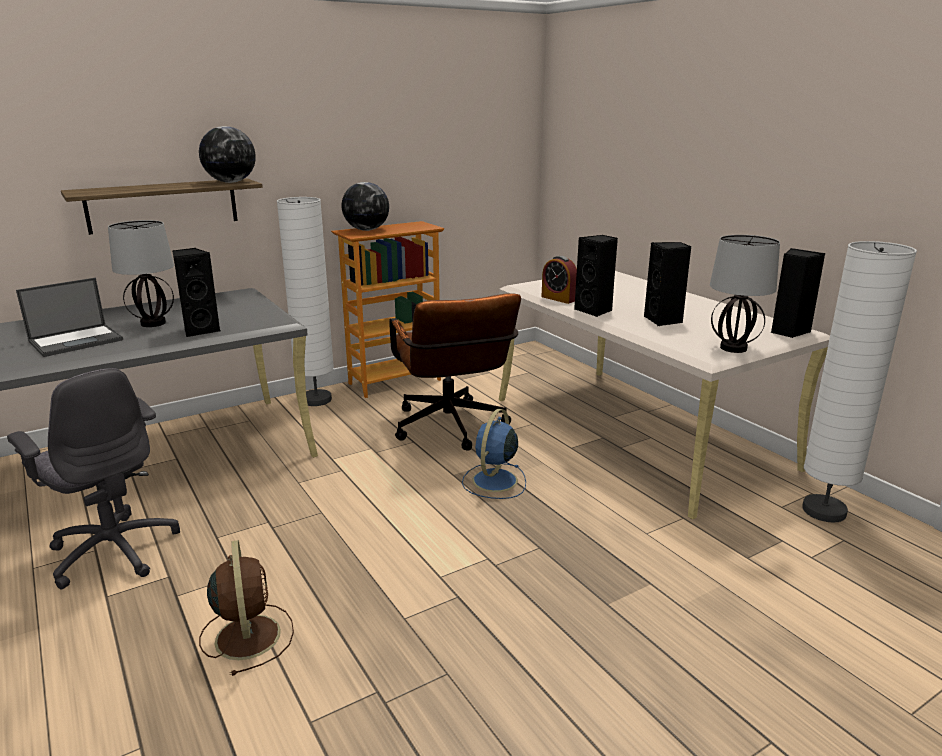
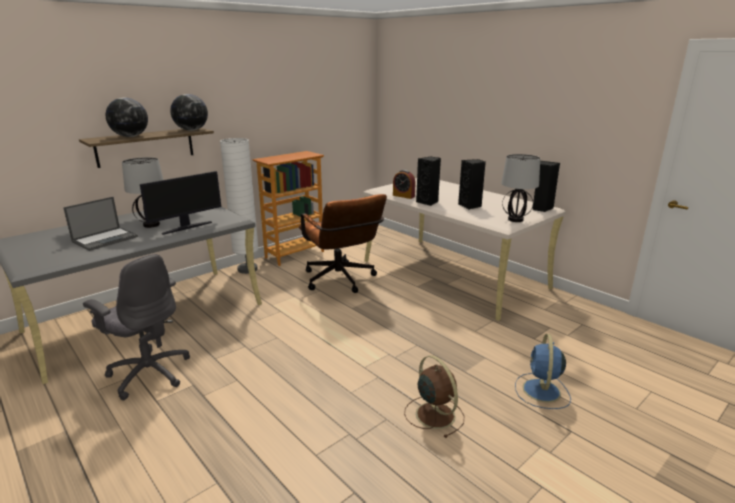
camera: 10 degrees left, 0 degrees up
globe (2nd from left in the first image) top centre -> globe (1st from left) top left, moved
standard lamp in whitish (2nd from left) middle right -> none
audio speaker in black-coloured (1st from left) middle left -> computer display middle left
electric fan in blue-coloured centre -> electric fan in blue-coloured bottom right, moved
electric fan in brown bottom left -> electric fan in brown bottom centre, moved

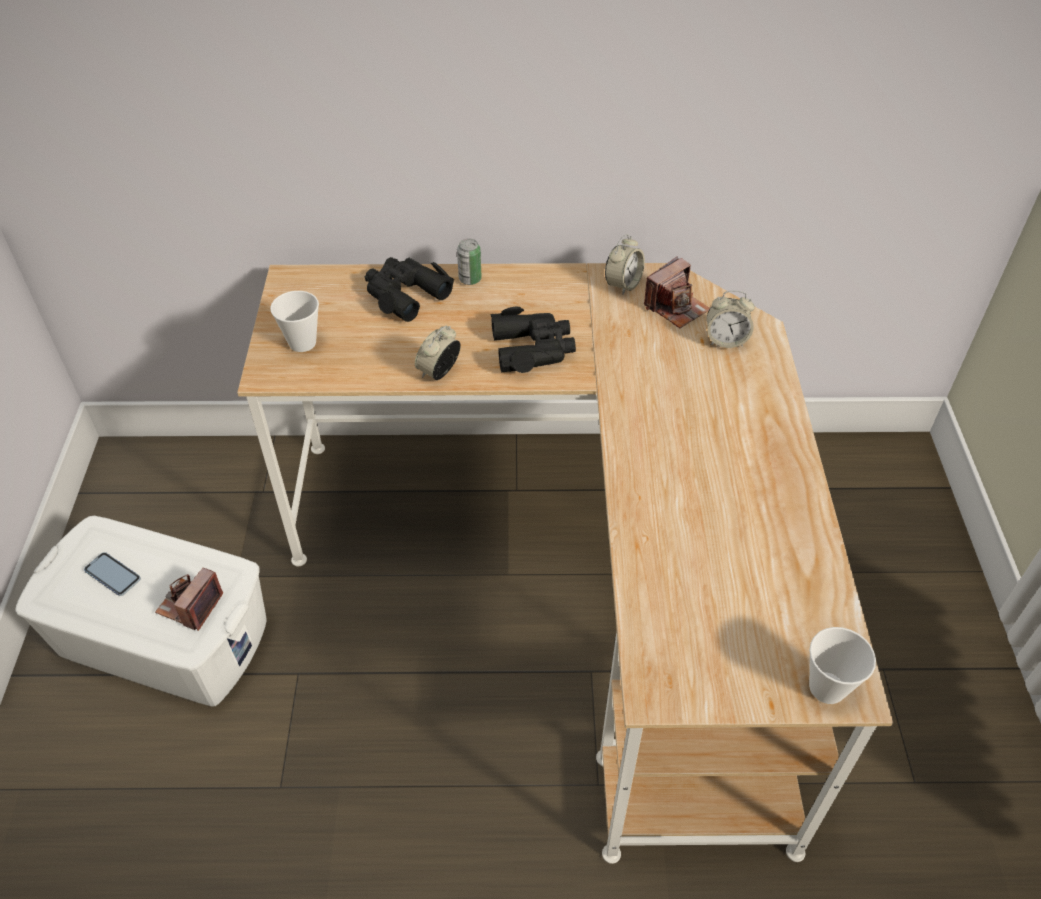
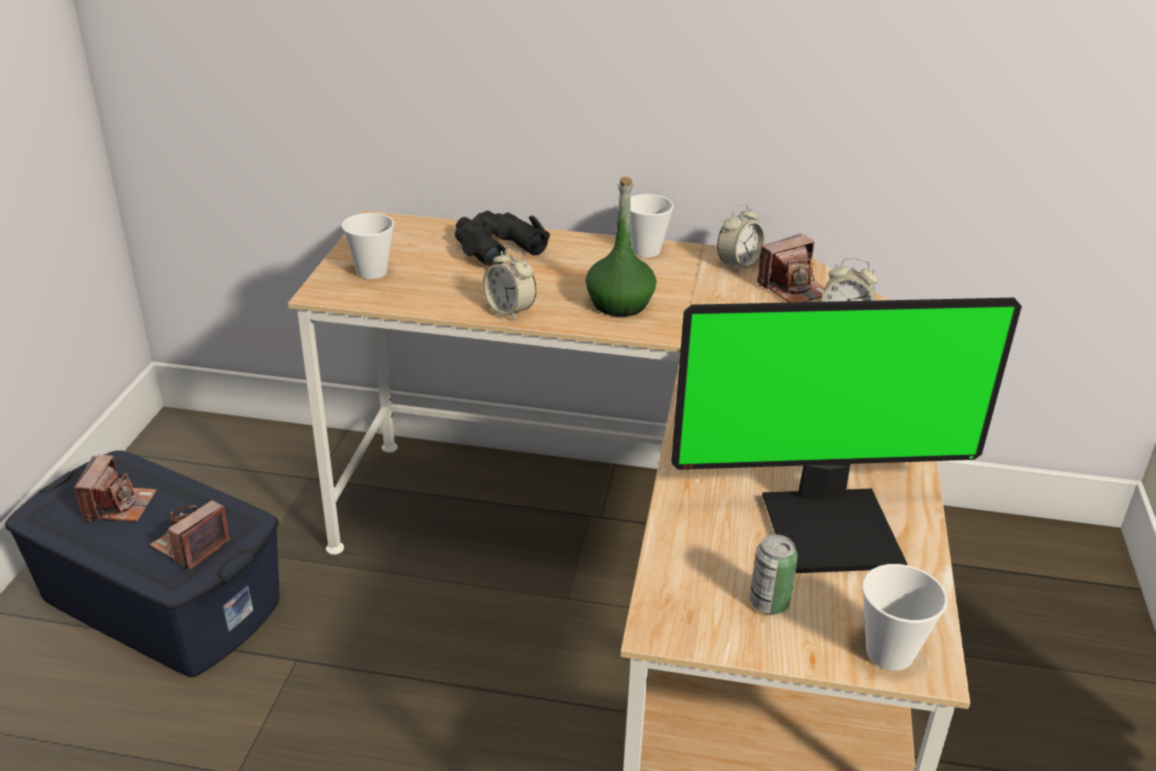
camera: 10 degrees right, 15 degrees down
can top centre -> can bottom right, moved
pair of binoculars in black-coloured (2nd from left) centre -> drink bottle in green-coloured top centre
bedside clock (1st from left) centre, 90 degrees counterclockwise
storage box in whitish bottom left -> storage box in blue-coloured bottom left
telephone middle left -> still camera (1st from left) middle left
none -> small cup (2nd from left) top centre
none -> computer display middle right

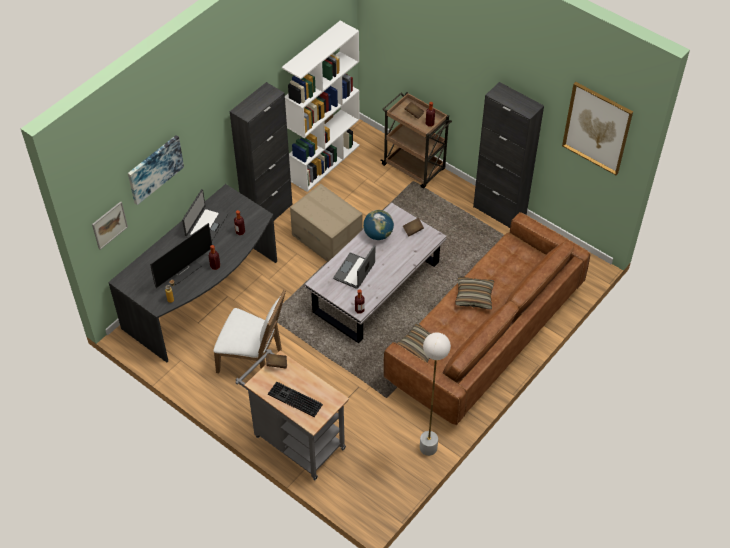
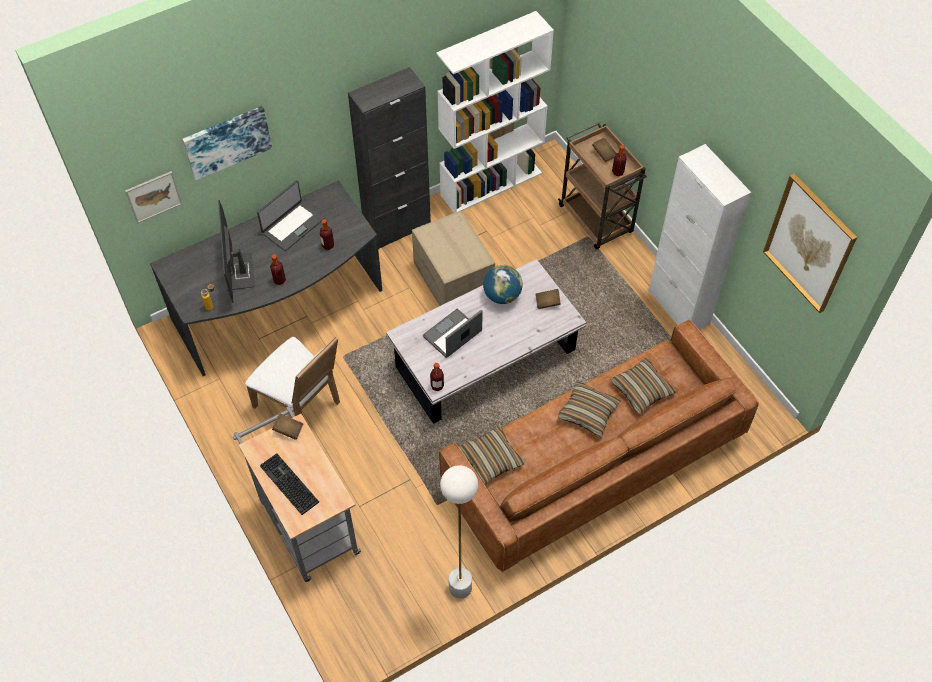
camera: 20 degrees right, 5 degrees up
cabinet in black-coloured (2nd from left) top right -> cabinet in whitish middle right
computer display middle left, 105 degrees clockwise
none -> pillow (3rd from left) middle right

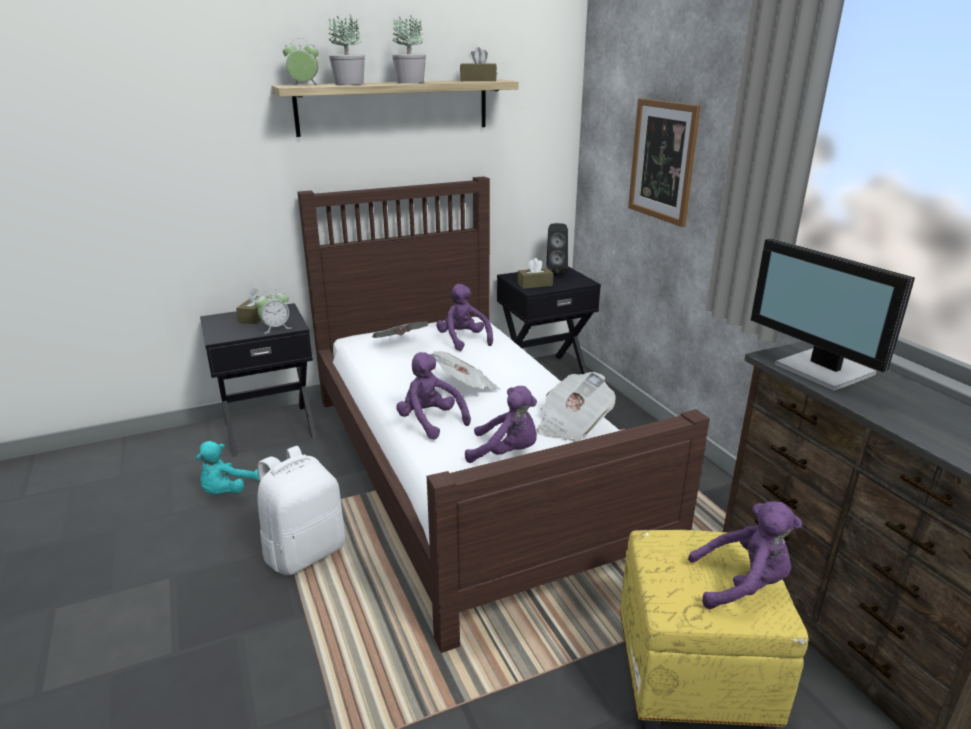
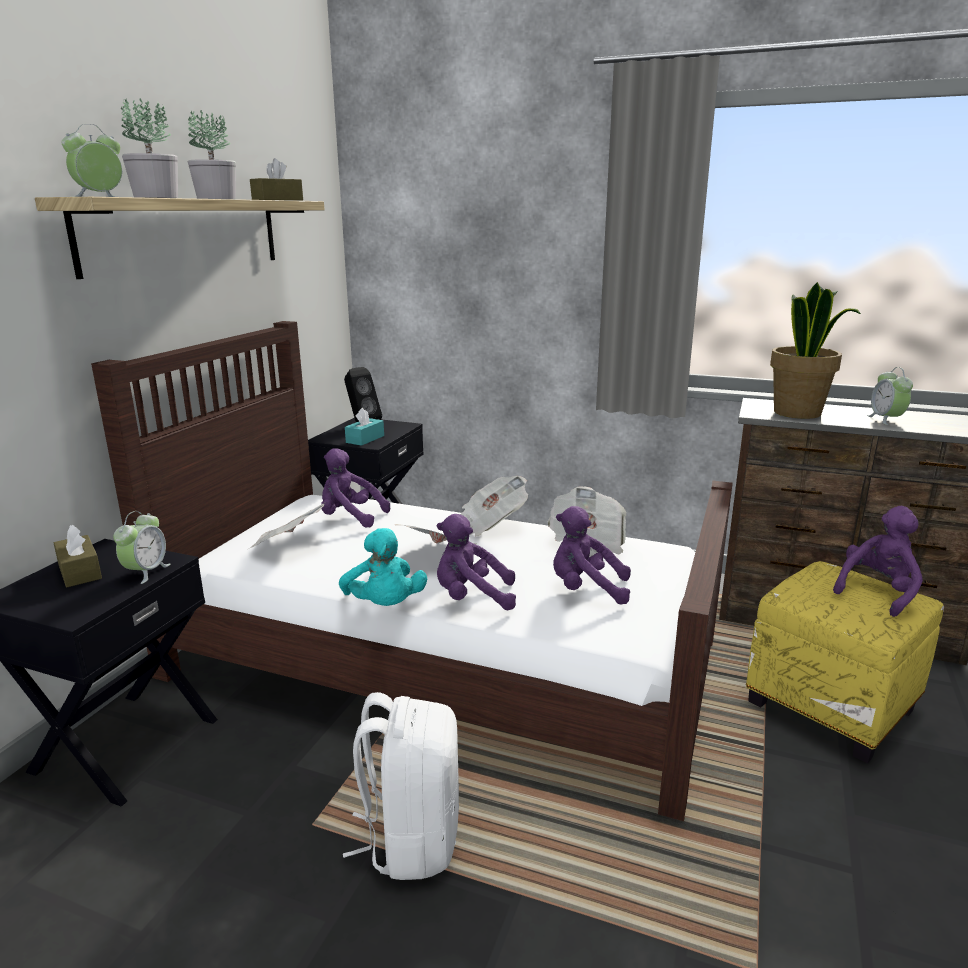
camera: 45 degrees left, 5 degrees down
wall picture top right -> none
computer display middle right -> plant in a pot (3rd from left) middle right
tissue box in brown (3rd from left) centre -> tissue box in turquoise centre
soft toy in purple (3rd from left) centre, 135 degrees counterclockwise
soft toy in turquoise middle left -> soft toy in turquoise centre, moved
none -> bedside clock (3rd from left) middle right
none -> printed paper (3rd from left) centre

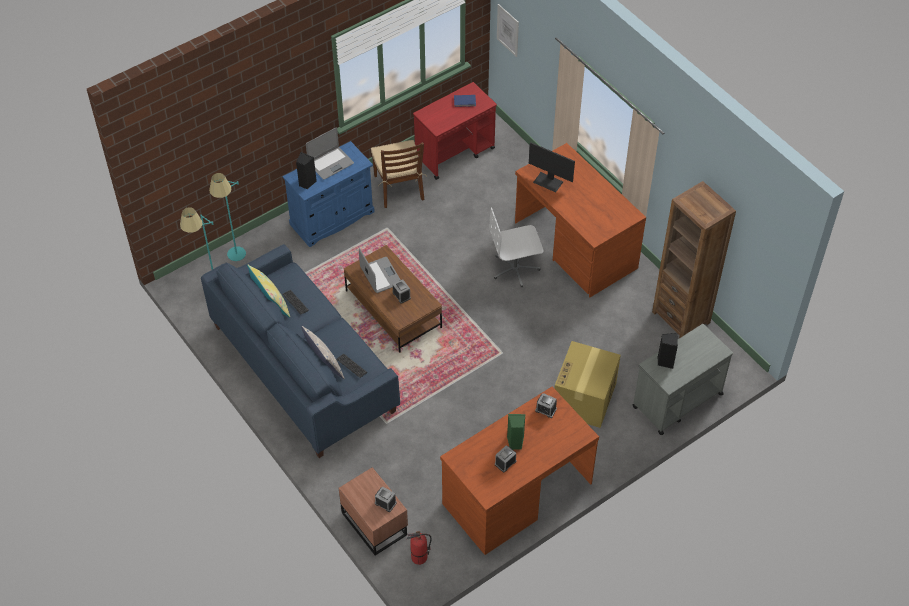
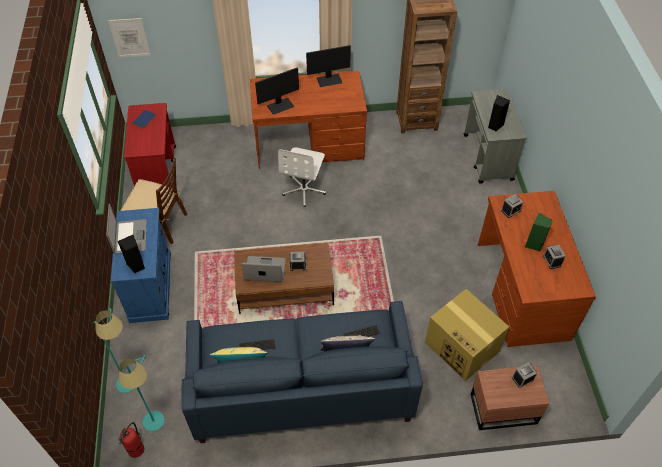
camera: 60 degrees left, 0 degrees up
packing box centre -> packing box bottom right, moved
extinguisher bottom centre -> extinguisher bottom left, moved
none -> computer display (2nd from left) top centre

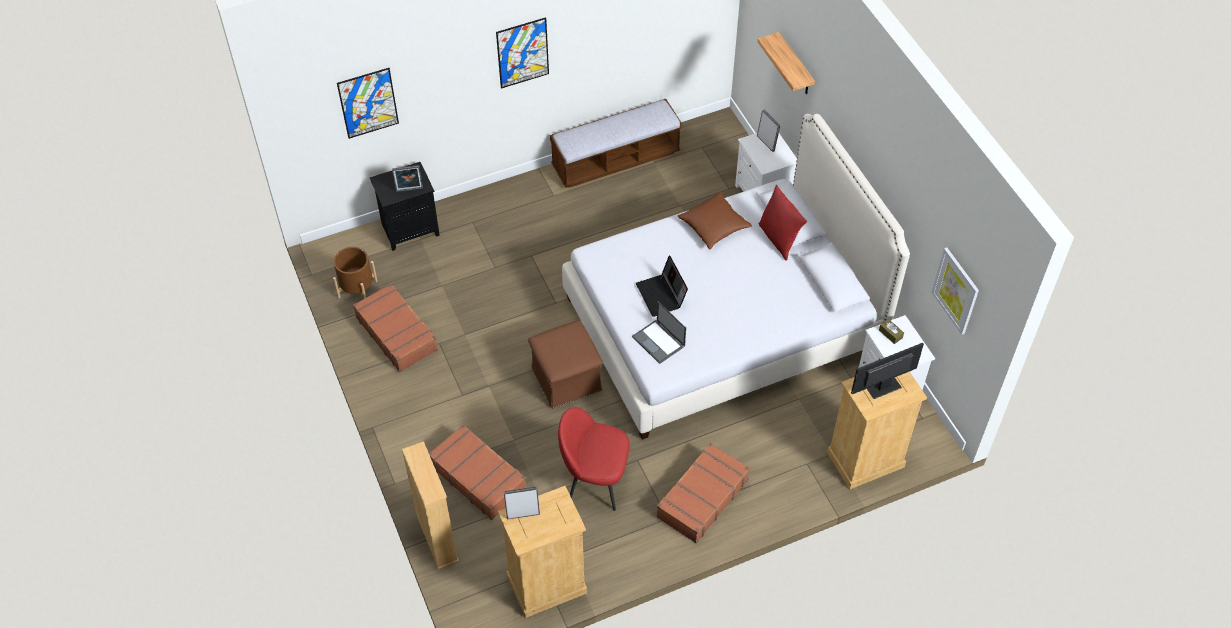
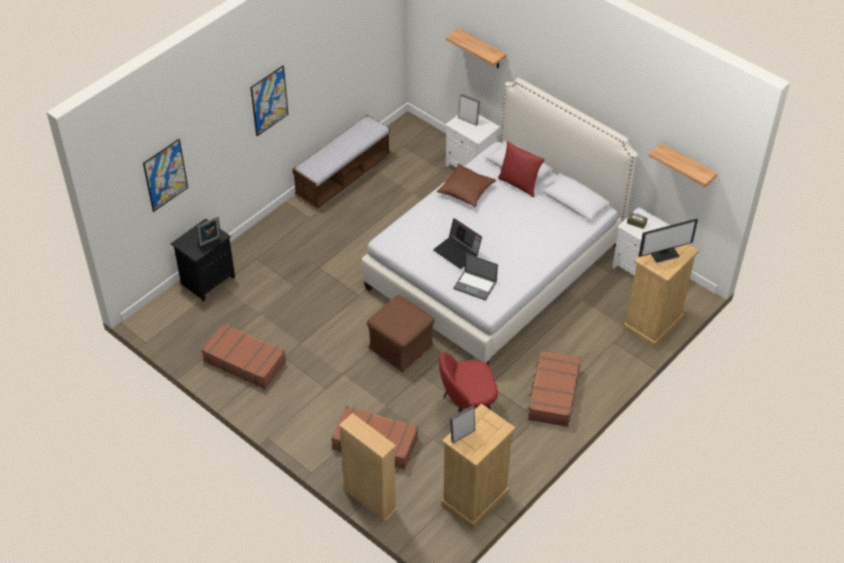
camera: 25 degrees left, 5 degrees down
planter in brown middle left -> none
wall picture (3rd from left) middle right -> wall shelf (2nd from left) top right
computer display middle right, 150 degrees counterclockwise

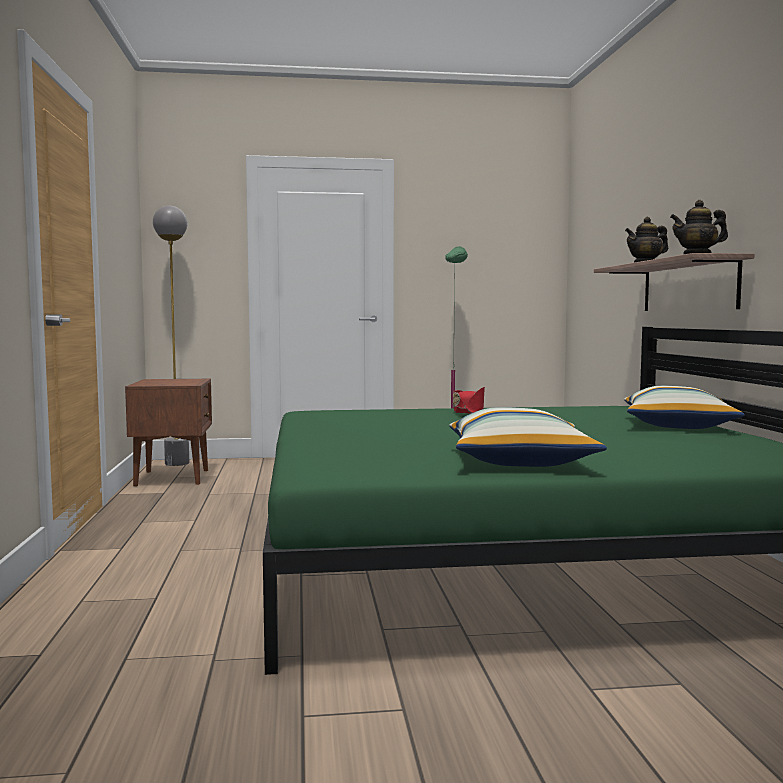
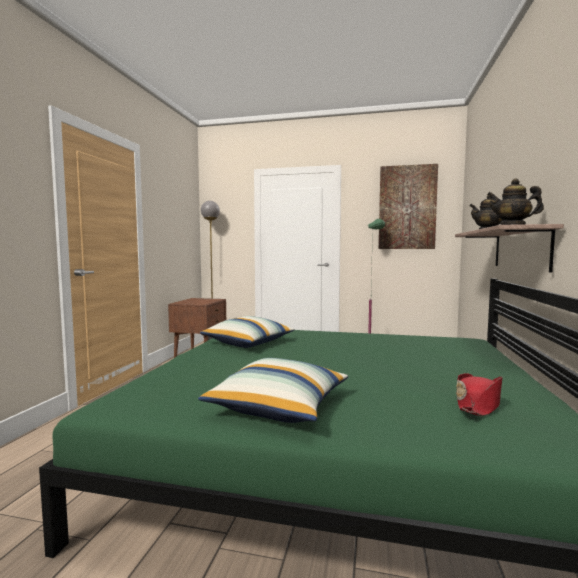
camera: 20 degrees right, 0 degrees up
pillow (2nd from left in the first image) middle right -> pillow (1st from left) centre, moved
clothing hat in red-coloured centre -> clothing hat in red-coloured bottom right, moved
none -> wall picture middle right

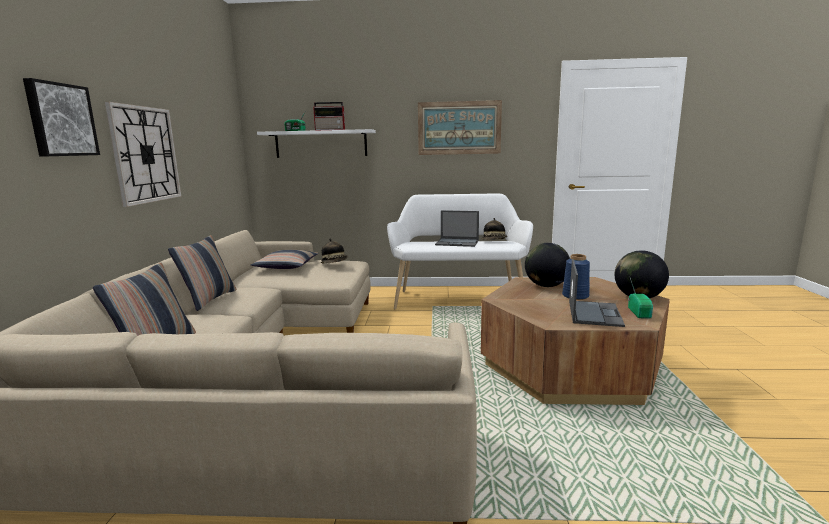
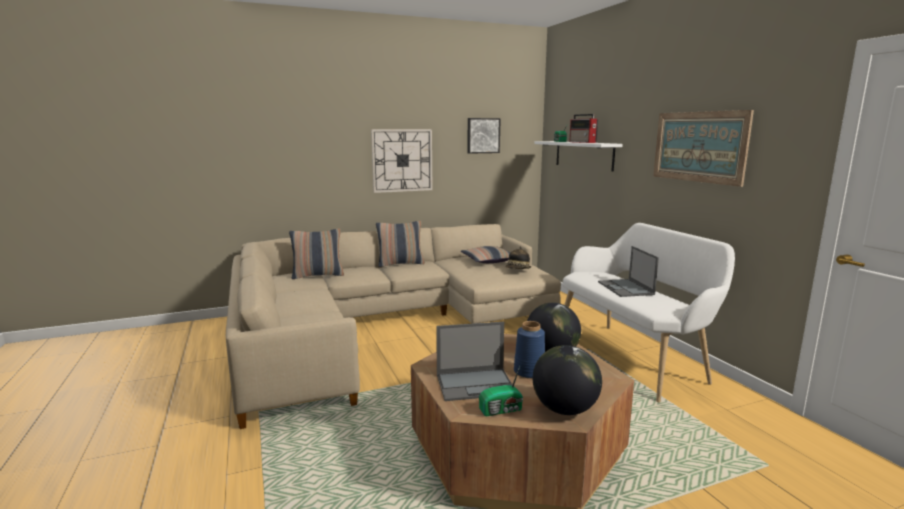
camera: 65 degrees right, 0 degrees up
wall picture (1st from left) top left -> wall picture (1st from left) top centre, moved
clothing hat (2nd from left) centre -> none

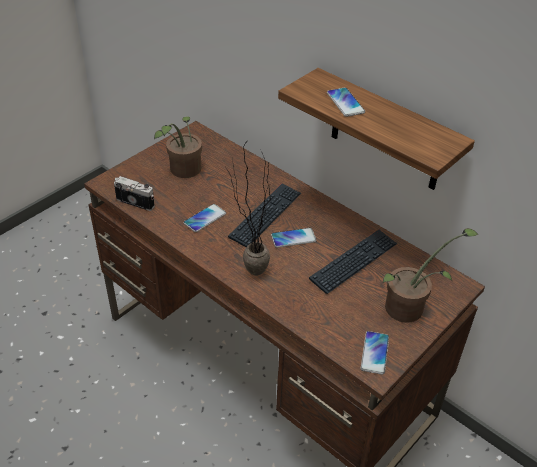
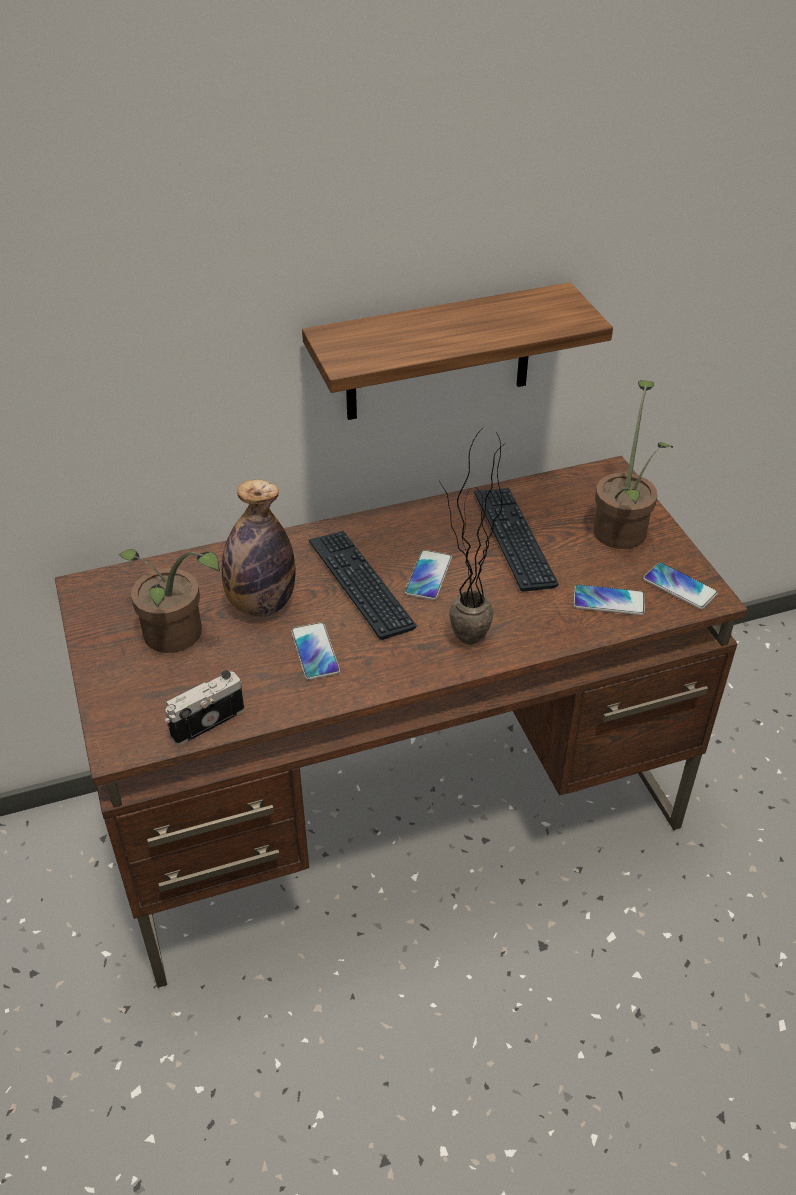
camera: 60 degrees left, 0 degrees up
telephone (3rd from left) top centre -> telephone (3rd from left) middle right, moved
none -> drink bottle middle left

